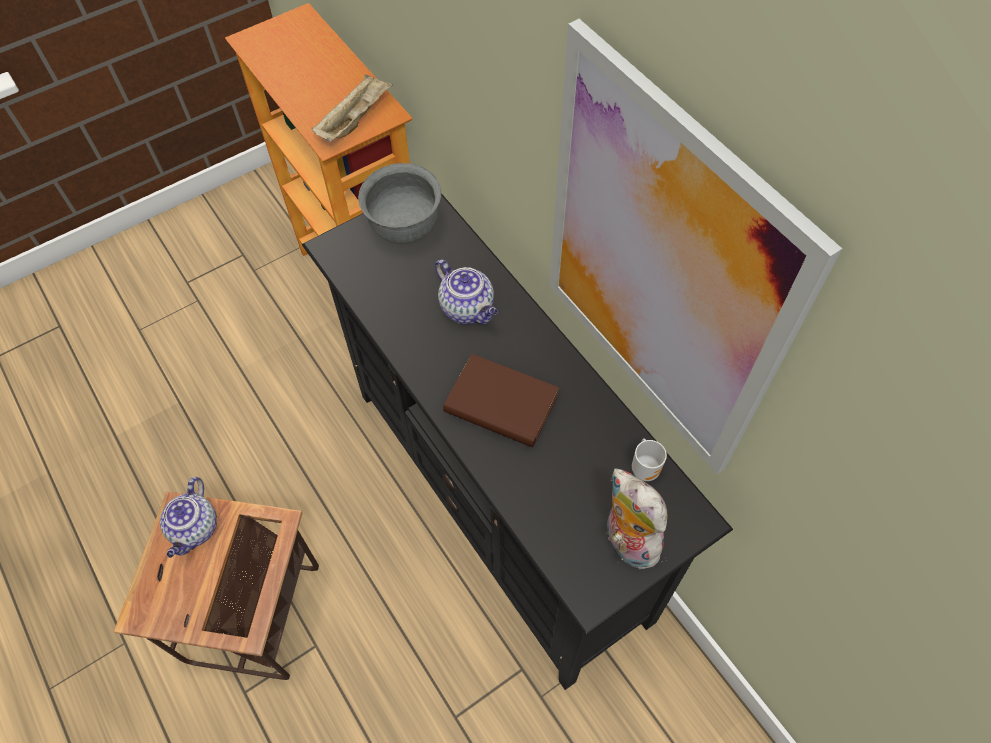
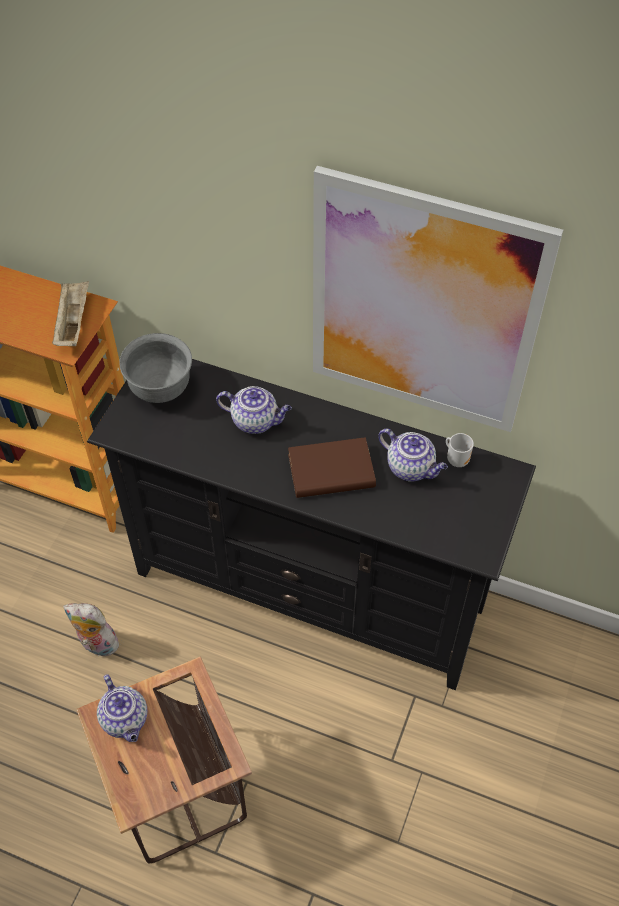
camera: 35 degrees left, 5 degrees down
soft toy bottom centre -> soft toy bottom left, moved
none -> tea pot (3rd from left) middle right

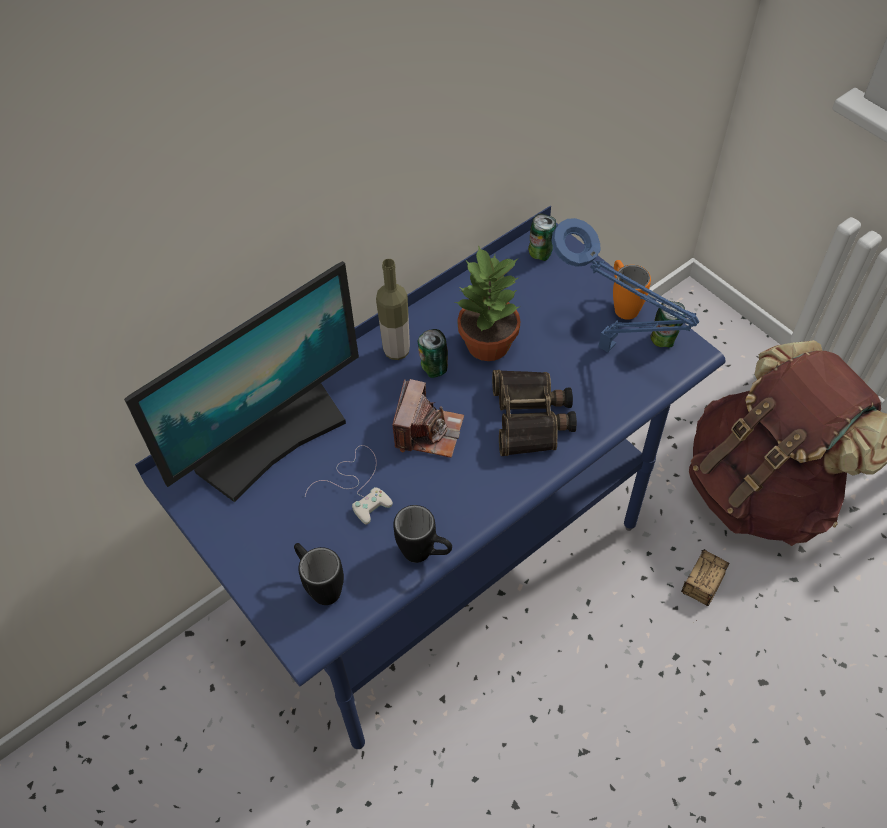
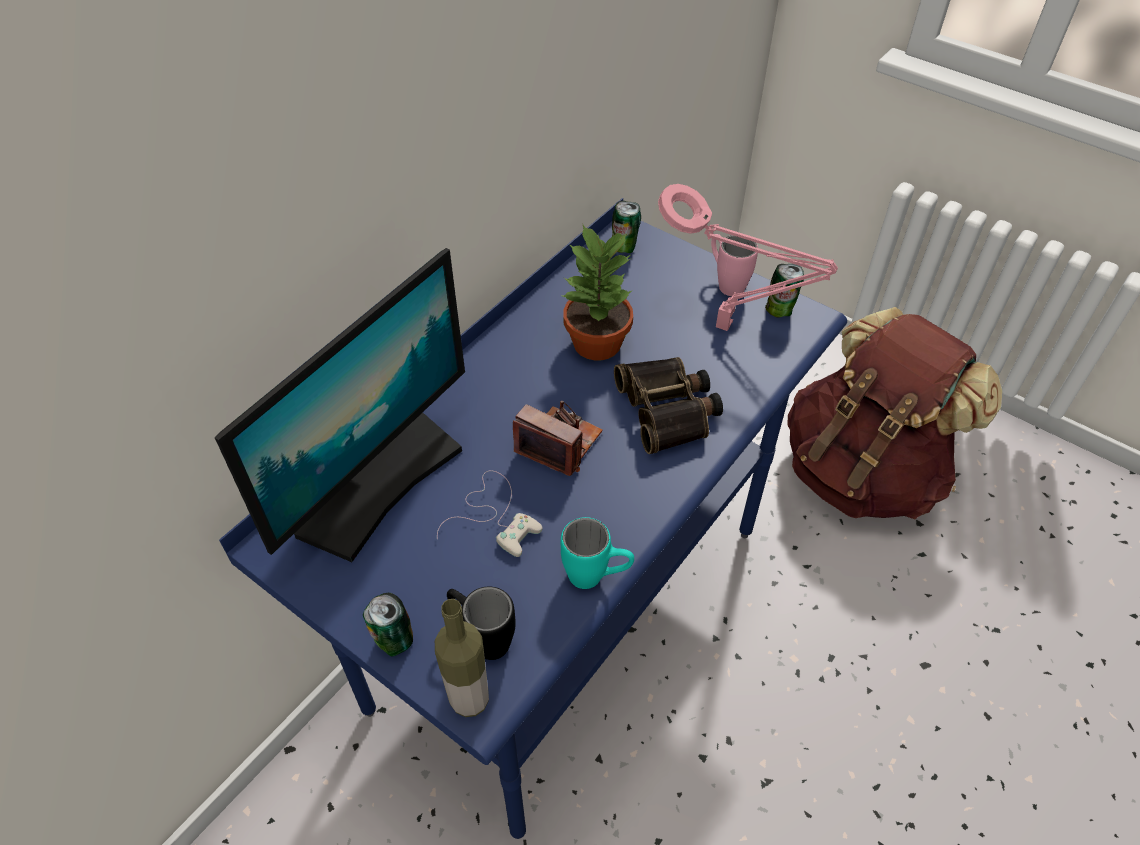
camera: 15 degrees left, 5 degrees down
table lamp in blue-coloured middle right -> table lamp in pink-coloured top centre
drink bottle centre -> drink bottle bottom centre, moved
tea mug in orangey middle right -> tea mug in pink-coloured top centre
can (1st from left) centre -> can (1st from left) bottom centre, moved
still camera centre, 60 degrees counterclockwise
tea mug in black-coloured (2nd from left) centre -> tea mug in turquoise centre
storage box bottom right -> none

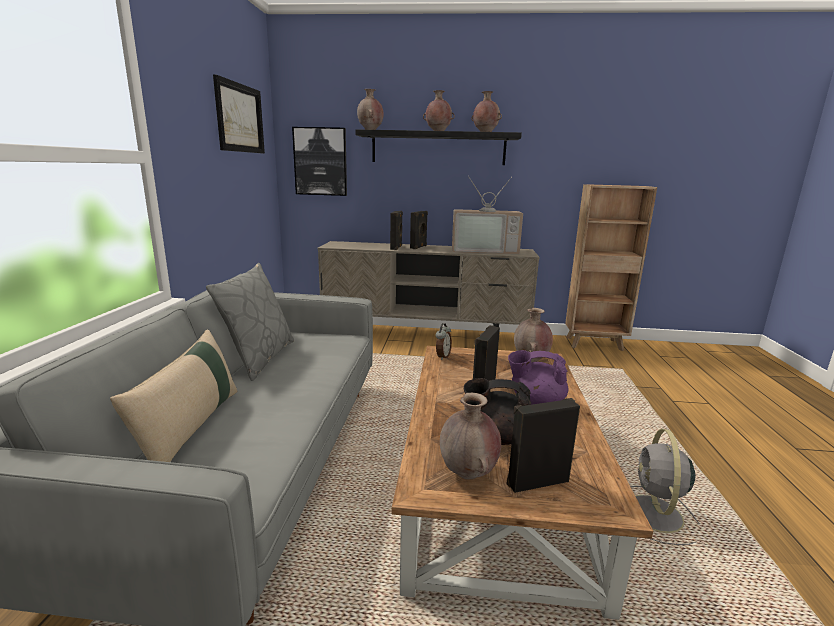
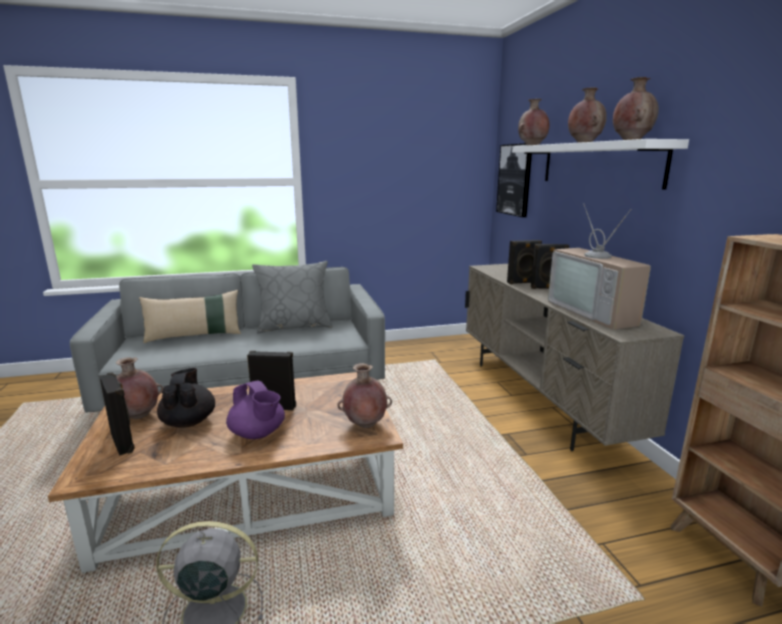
camera: 70 degrees right, 0 degrees up
wall picture (1st from left) top left -> none
wall shelf in black-coloured top centre -> wall shelf in whitish top right
bedside clock centre -> none
tea pot in purple centre -> tea pot in purple middle left, 150 degrees clockwise

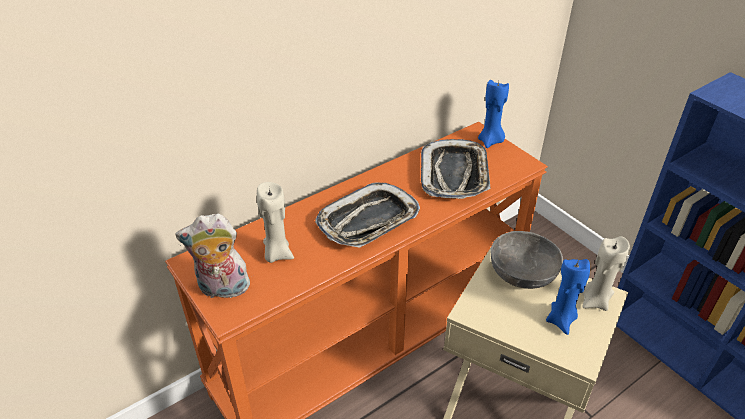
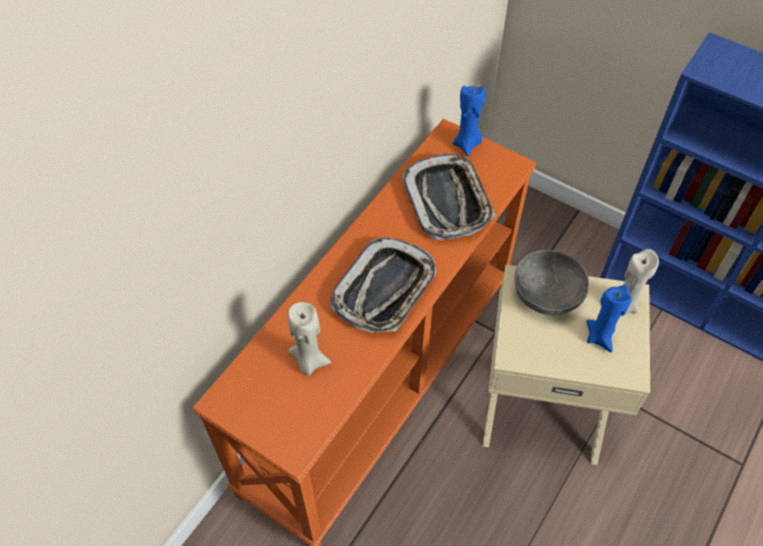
camera: 20 degrees left, 15 degrees up
soft toy middle left -> none

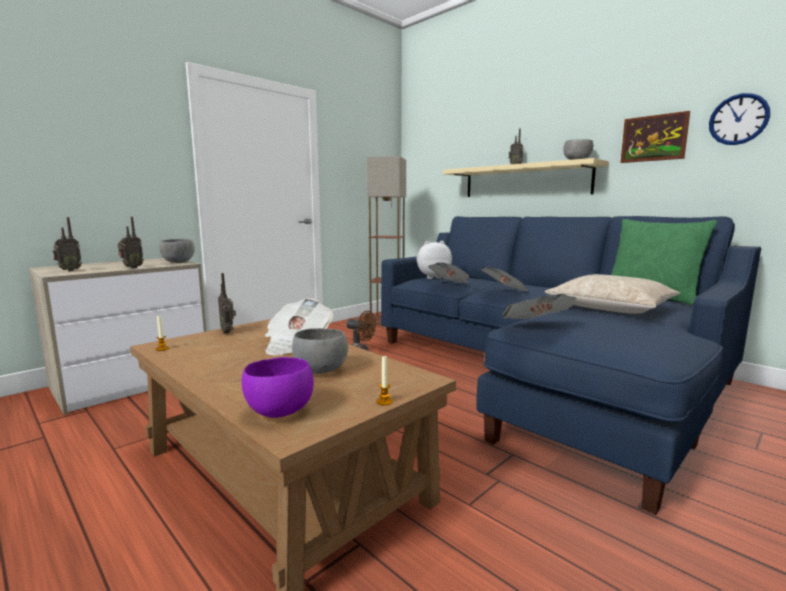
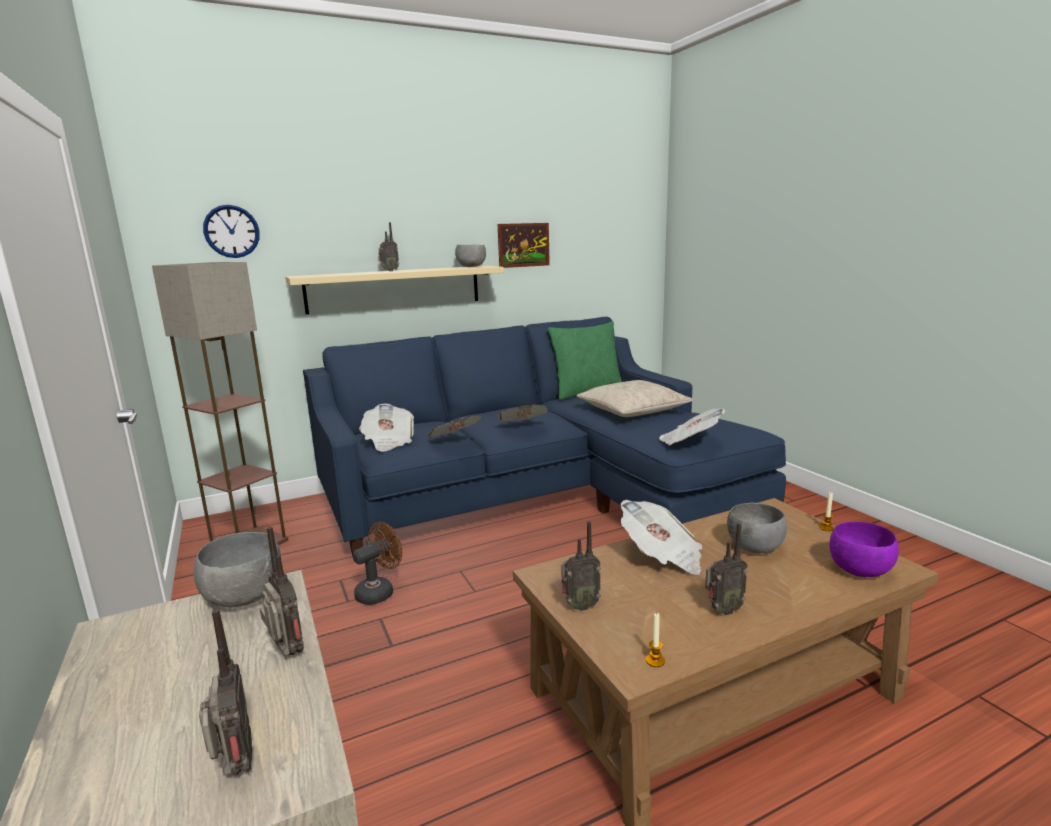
camera: 70 degrees left, 5 degrees up
clock on the wall top right -> clock on the wall top left, moved
soft toy centre -> printed paper (1st from left) centre
none -> radio (5th from left) bottom right

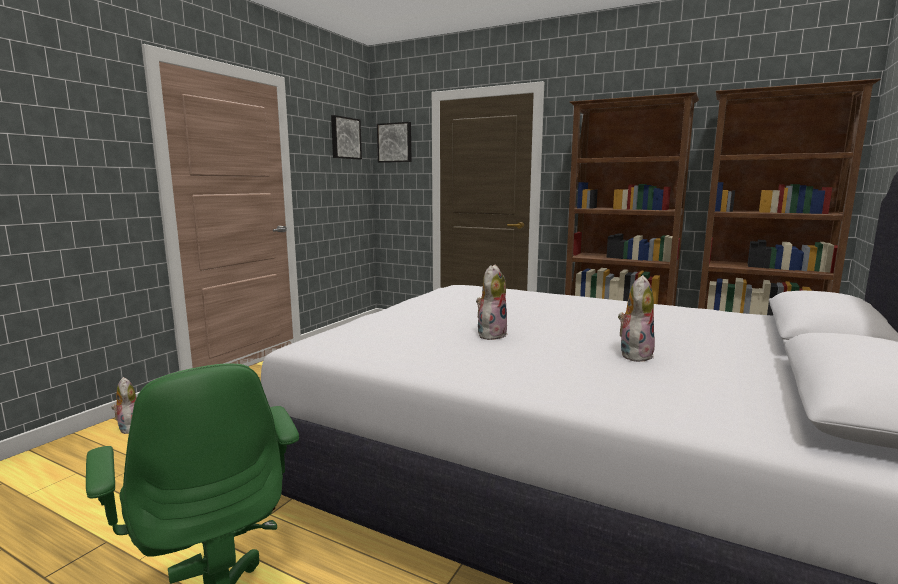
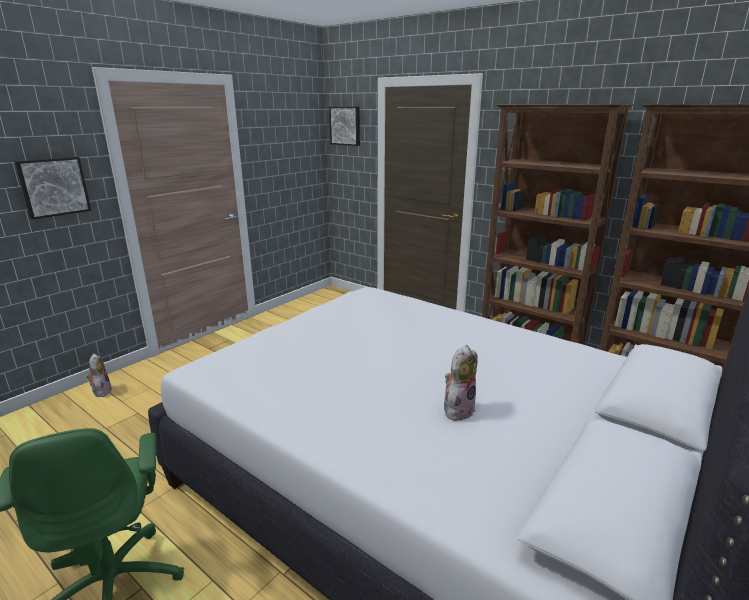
camera: 10 degrees right, 10 degrees up
wall picture (1st from left) top centre -> wall picture (1st from left) top left, moved
soft toy (2nd from left) centre -> none

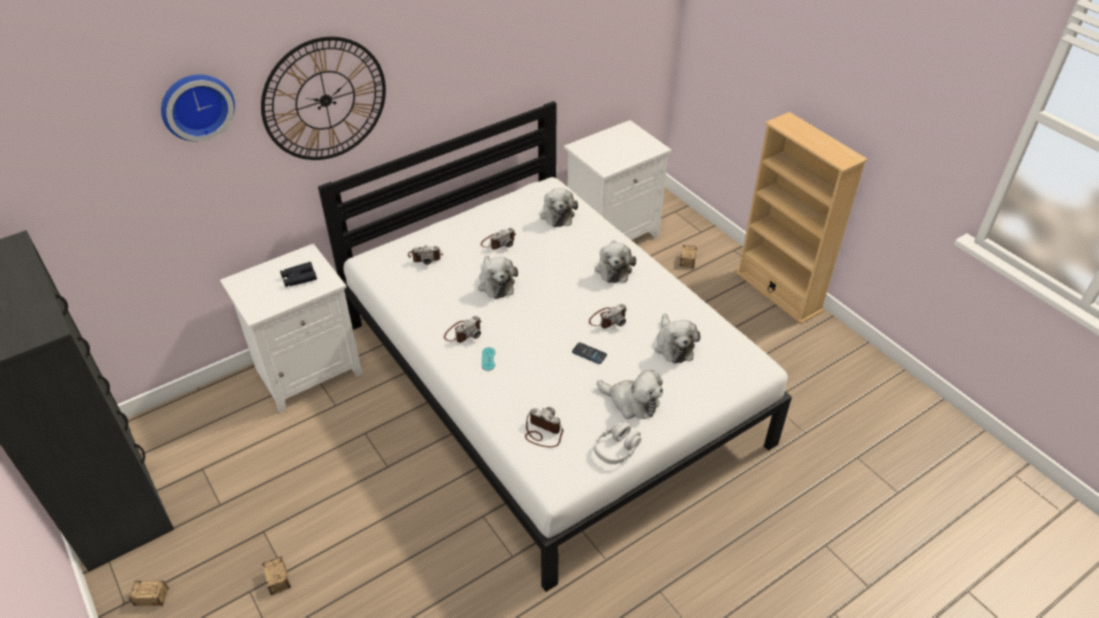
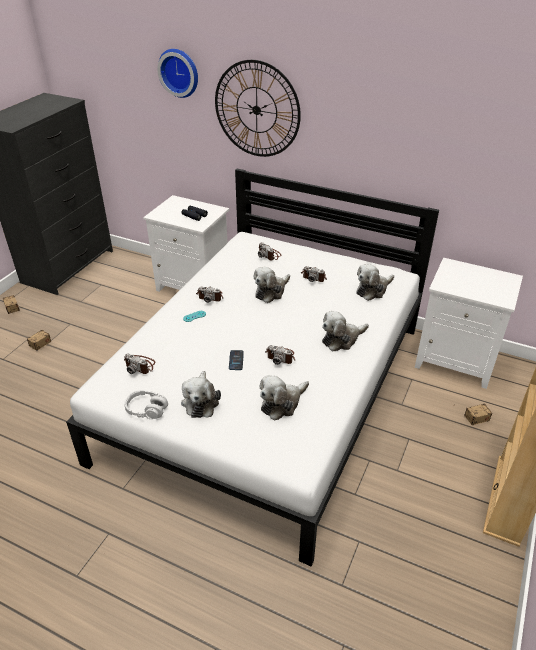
camera: 60 degrees right, 5 degrees down
still camera (4th from left in the first image) bottom centre -> still camera (1st from left) middle left, 120 degrees clockwise

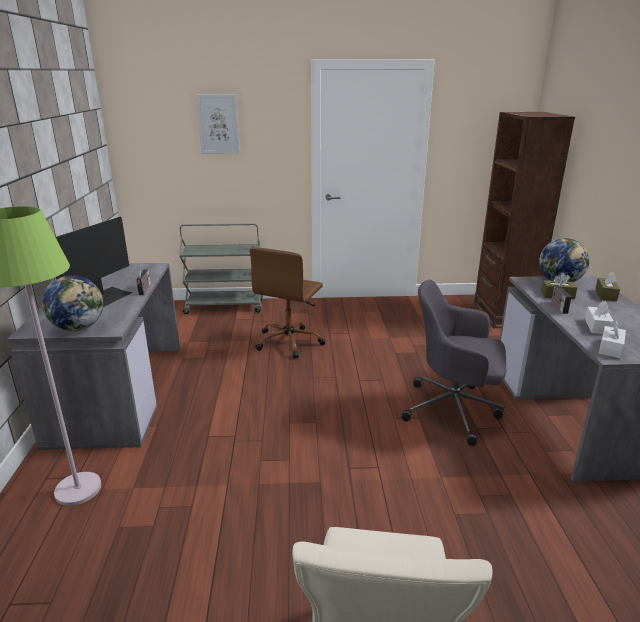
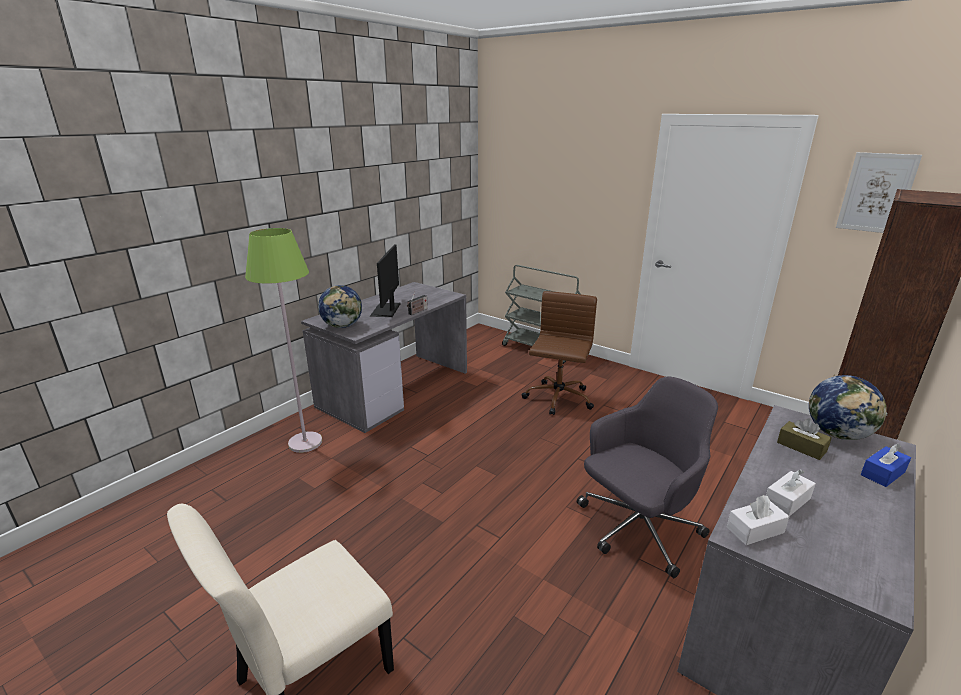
camera: 40 degrees right, 0 degrees up
wall picture top centre -> wall picture top right, moved
computer display middle left -> computer display centre, 120 degrees clockwise
computer chair in brown centre, 135 degrees clockwise
tissue box in brown (2nd from left) middle right -> tissue box in blue-coloured bottom right
computer chair in grey middle right -> computer chair in grey bottom right, 90 degrees clockwise
radio (2nd from left) middle right -> none

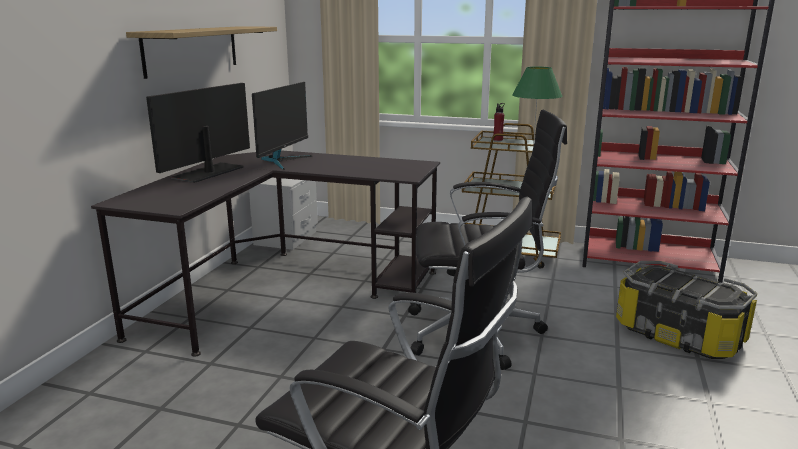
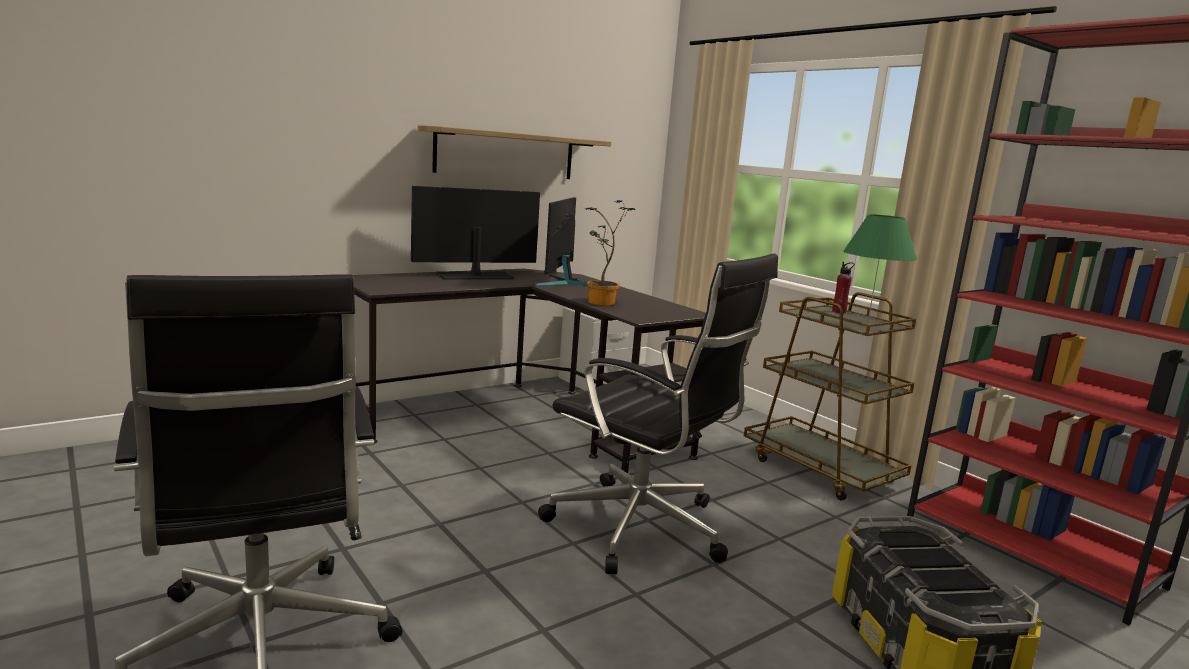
camera: 35 degrees right, 5 degrees down
computer display (2nd from left) top centre -> computer display (2nd from left) centre, 135 degrees clockwise
none -> plant in a pot centre

